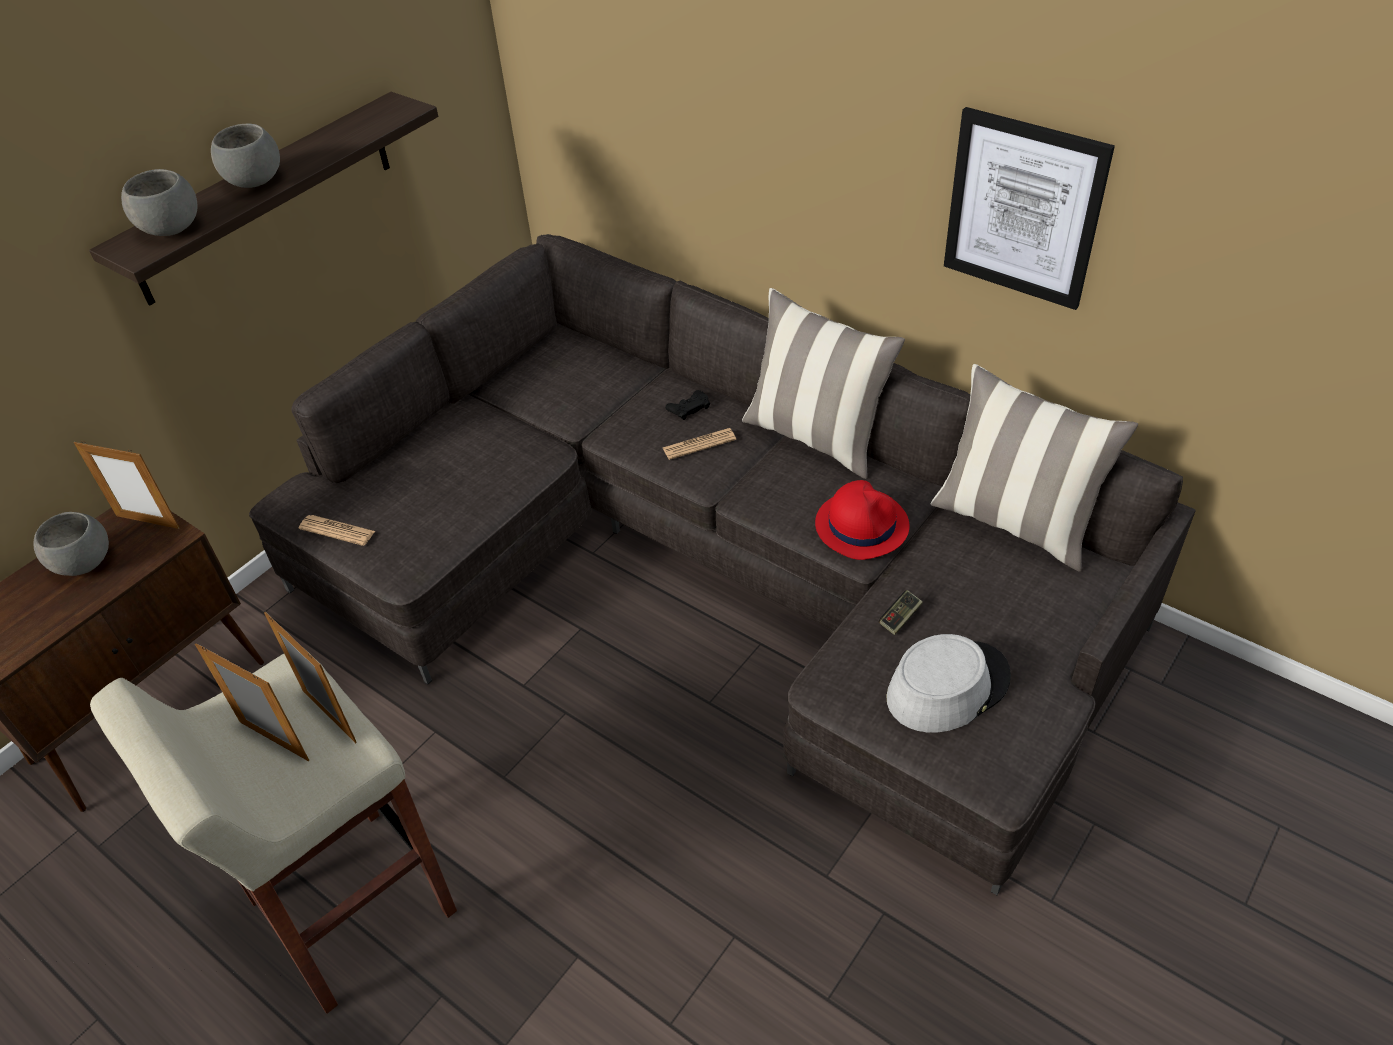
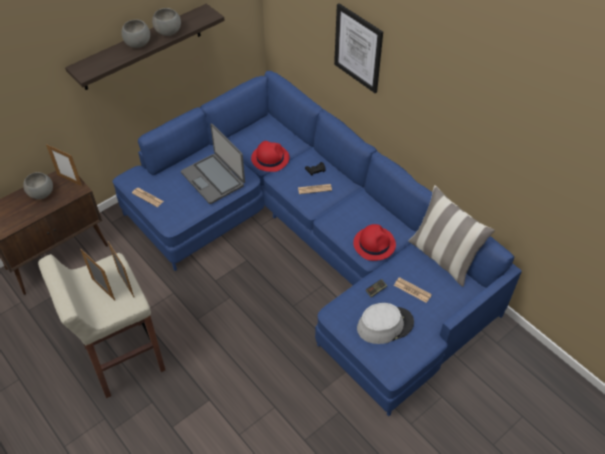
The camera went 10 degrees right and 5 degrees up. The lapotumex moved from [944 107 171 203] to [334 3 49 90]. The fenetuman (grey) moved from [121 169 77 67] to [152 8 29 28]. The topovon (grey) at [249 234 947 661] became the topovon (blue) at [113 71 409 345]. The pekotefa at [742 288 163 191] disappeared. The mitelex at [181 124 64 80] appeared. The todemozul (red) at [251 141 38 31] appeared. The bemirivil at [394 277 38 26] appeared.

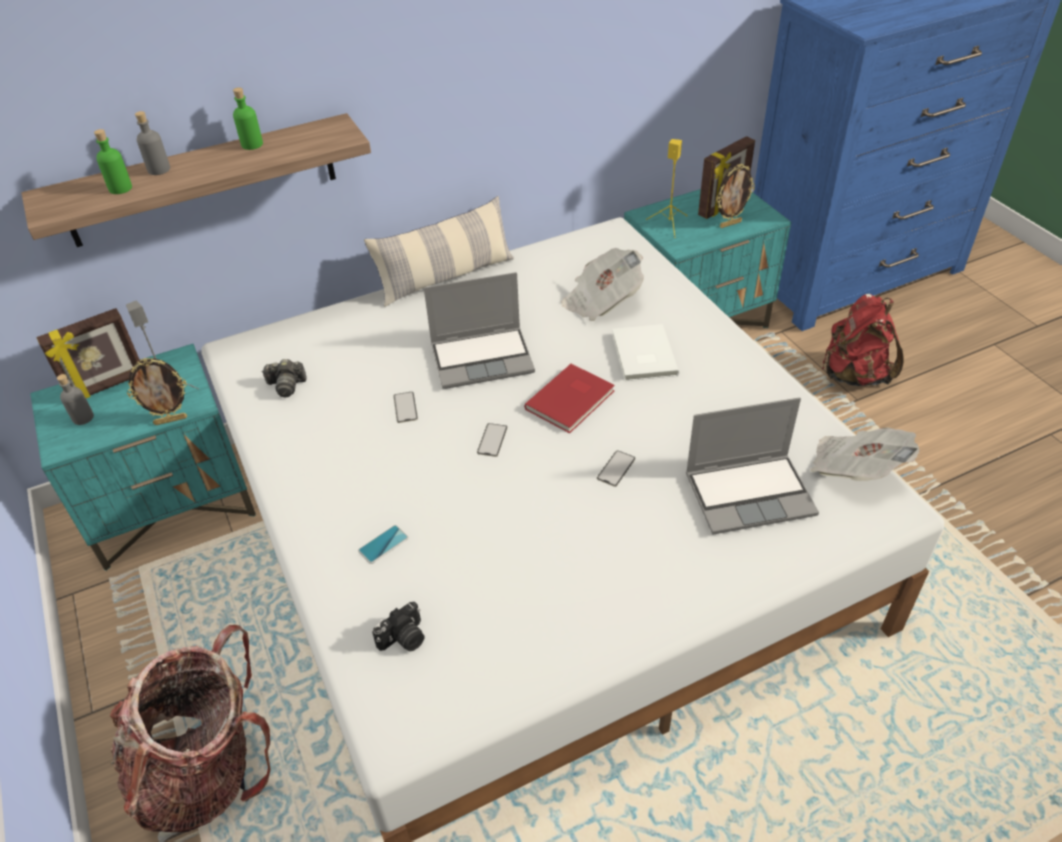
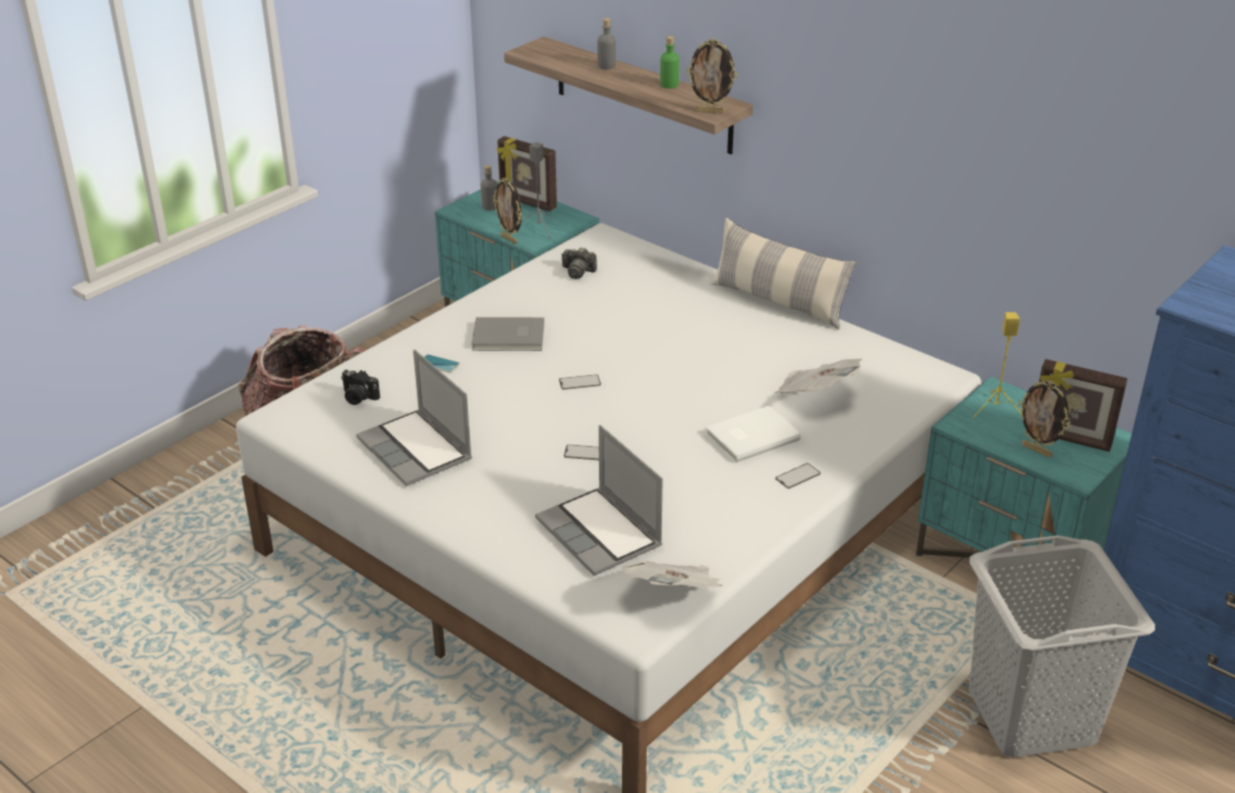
The camera went 65 degrees right and 10 degrees down. The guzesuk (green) at [94 129 38 65] disappeared. The mitelex moved from [424 272 111 117] to [356 349 116 137]. The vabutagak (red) at [822 294 82 92] was replaced by the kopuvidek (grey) at [969 535 186 223]. The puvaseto at [262 359 45 38] turned 45 degrees counterclockwise. The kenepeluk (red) at [524 364 91 69] disappeared. The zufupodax moved from [394 392 24 31] to [775 463 46 26]. The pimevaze at [686 39 51 75] appeared. The kenepeluk (grey) at [472 317 72 34] appeared.

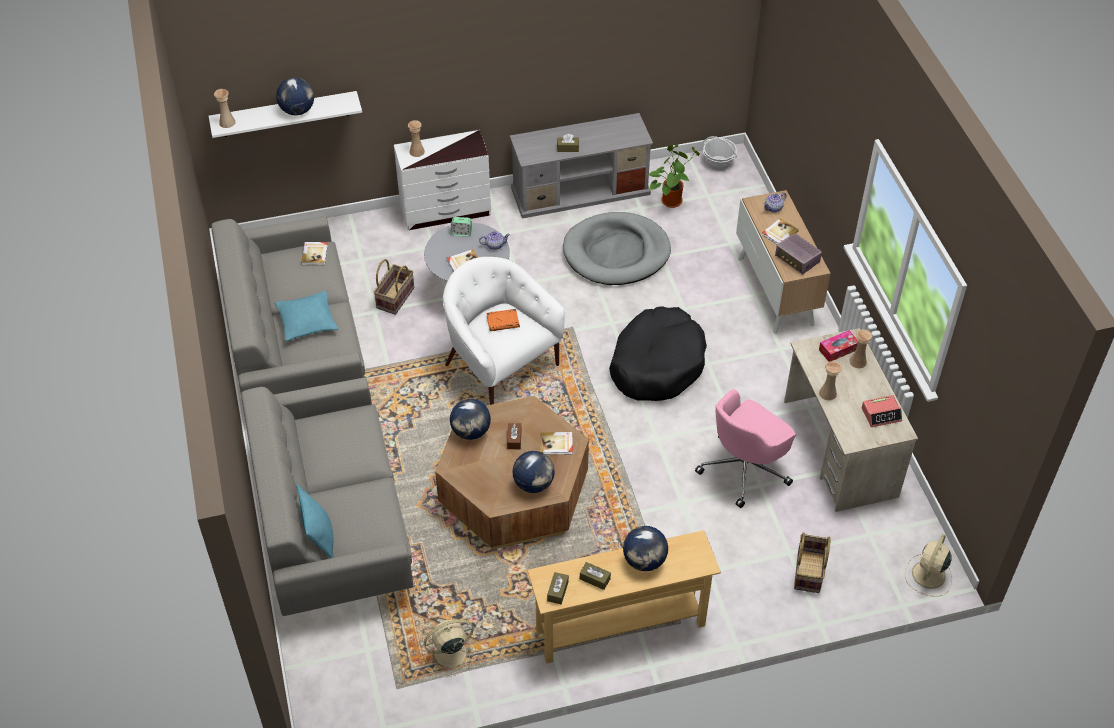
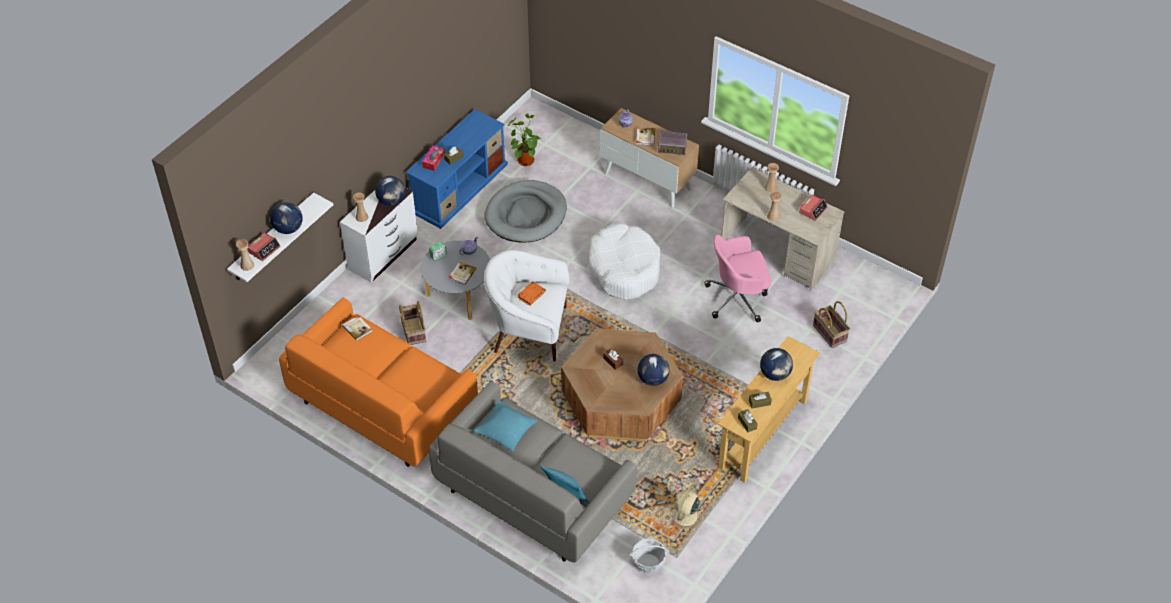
The camera went 40 degrees left and 0 degrees up. The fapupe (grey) at [510 113 143 106] became the fapupe (blue) at [406 109 102 120]. The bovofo moved from [703 136 34 35] to [629 538 40 35]. The topovon (grey) at [211 216 154 179] became the topovon (orange) at [279 297 199 170]. The pekotefa (turquoise) moved from [275 290 63 51] to [474 401 64 51]. The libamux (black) at [609 306 98 95] became the libamux (white) at [588 223 73 77]. The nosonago moved from [819 330 39 32] to [422 146 23 25]. The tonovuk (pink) at [695 389 101 119] turned 75 degrees clockwise. The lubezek moved from [450 399 41 41] to [375 176 30 30]. The kenepeluk at [540 432 33 23] disappeared. The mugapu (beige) at [904 534 48 63] disappeared. The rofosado at [247 232 34 29] appeared.

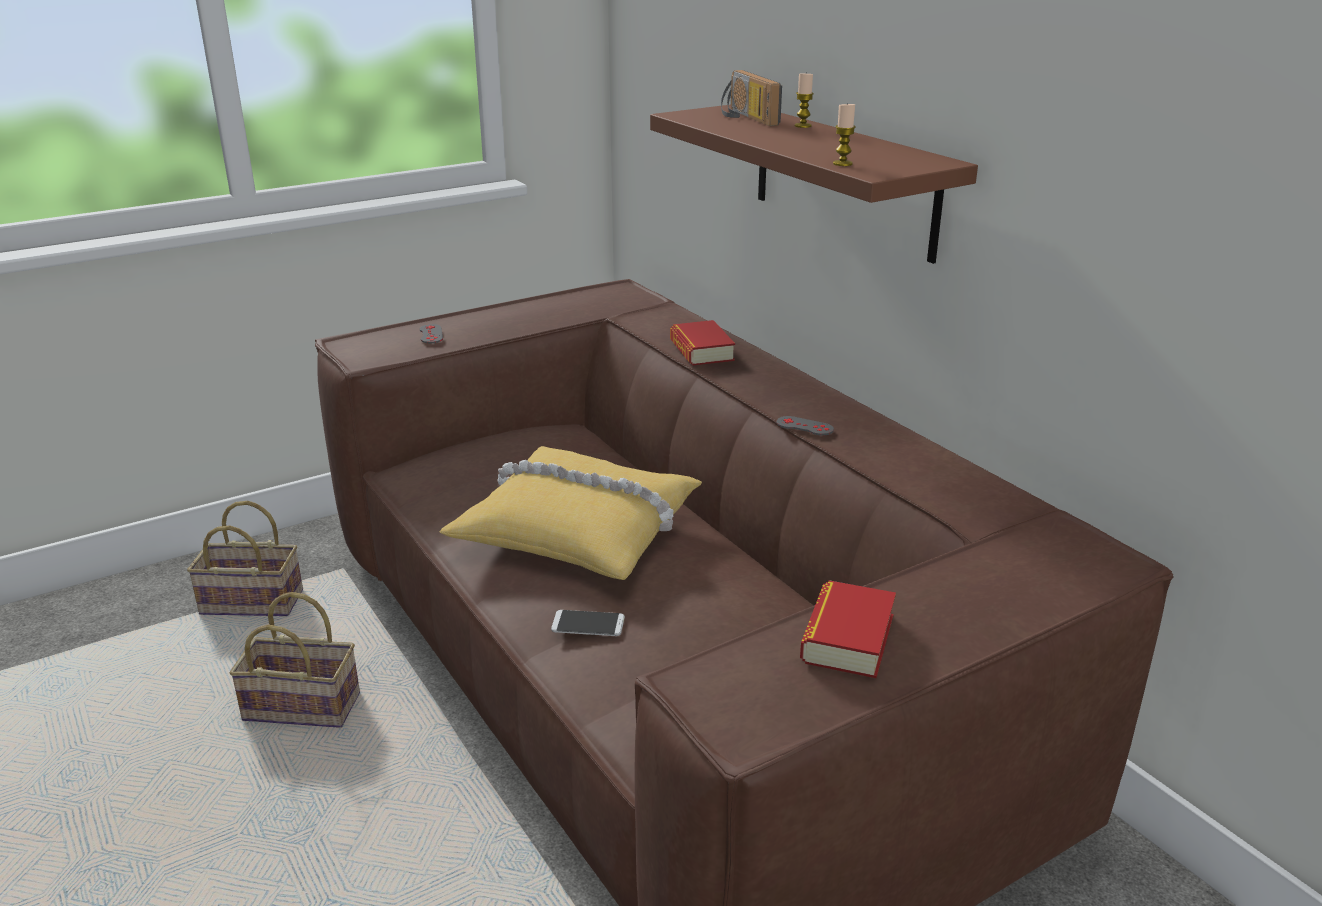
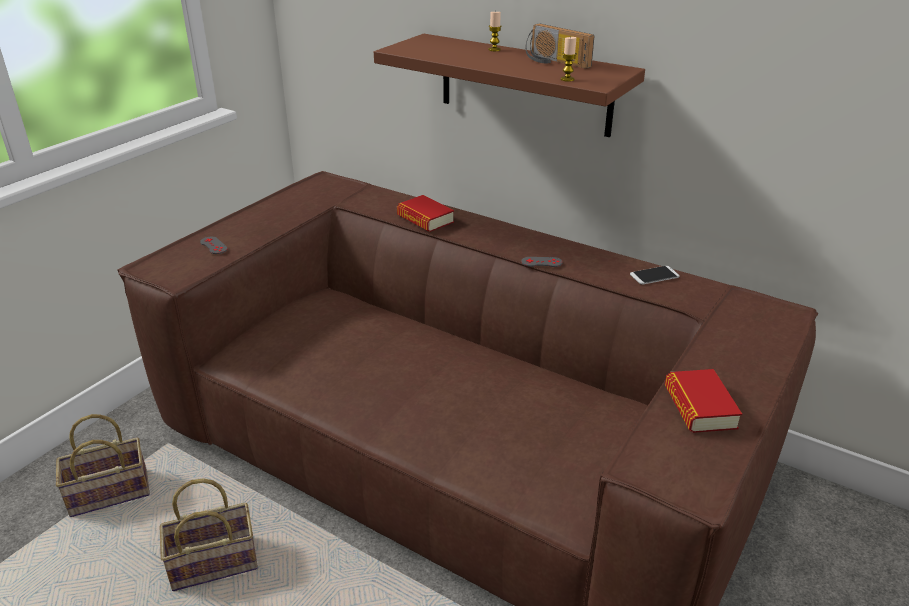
The camera went 25 degrees left and 5 degrees up. The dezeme moved from [721 70 61 56] to [525 23 69 46]. The pekotefa (yellow) at [440 446 262 134] disappeared. The zufupodax moved from [551 610 74 26] to [630 266 50 19].

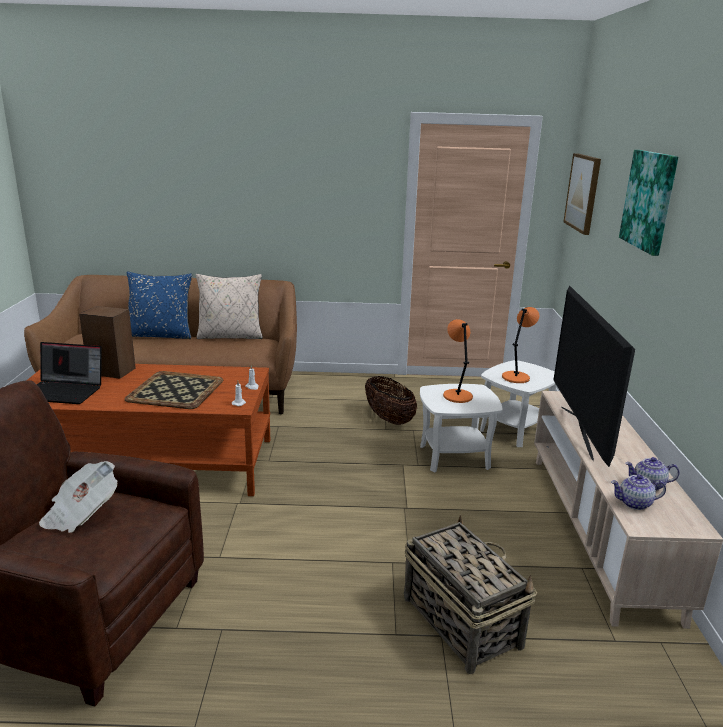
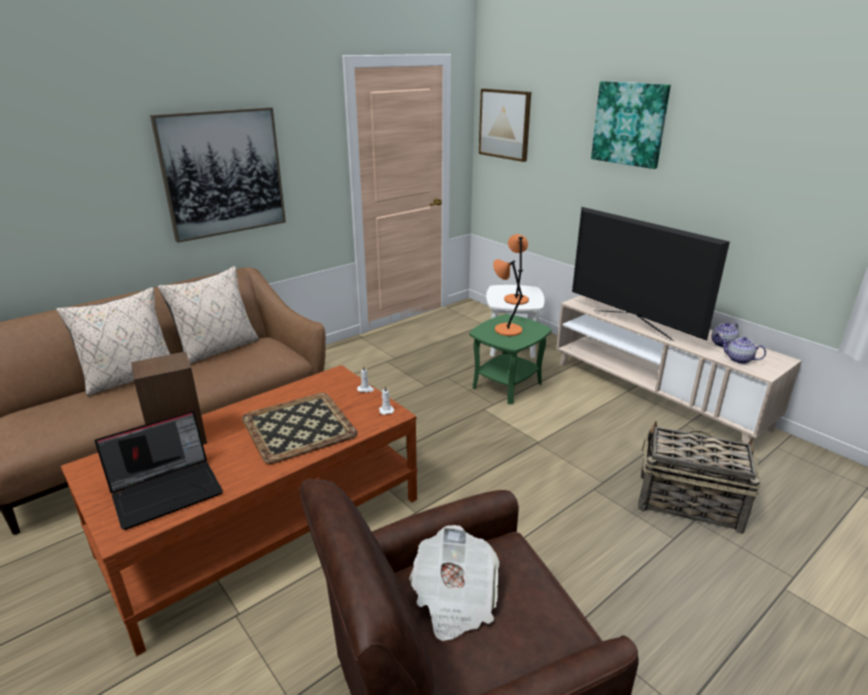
The camera went 40 degrees left and 5 degrees up. The pekotefa (blue) at [127 272 65 67] became the pekotefa (beige) at [56 287 114 109]. The bovofo at [365 376 52 49] disappeared. The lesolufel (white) at [420 384 82 88] became the lesolufel (green) at [469 314 83 90]. The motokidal at [611 474 55 36] turned 75 degrees clockwise. The lapotumex at [150 107 136 136] appeared.

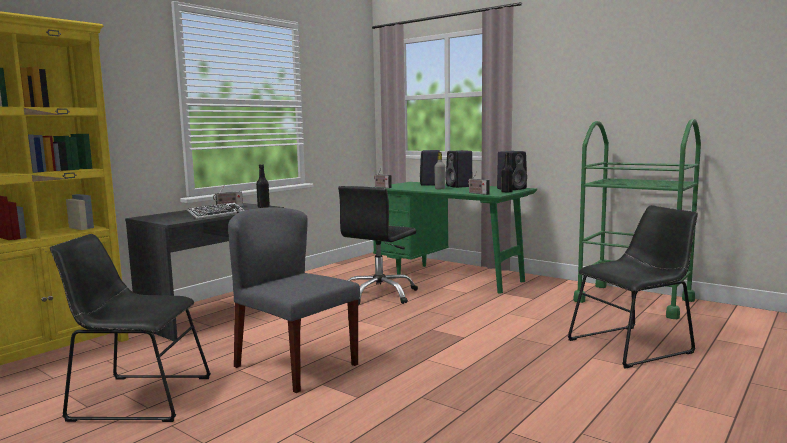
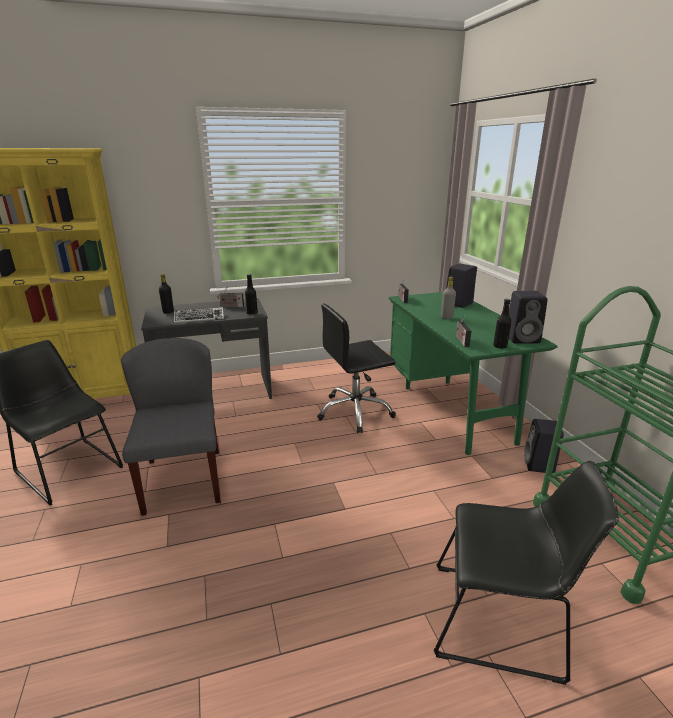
The camera went 35 degrees right and 15 degrees up. The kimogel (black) moved from [445 150 28 38] to [524 419 40 54]. The guzesuk (black) at [159 273 15 41] appeared.

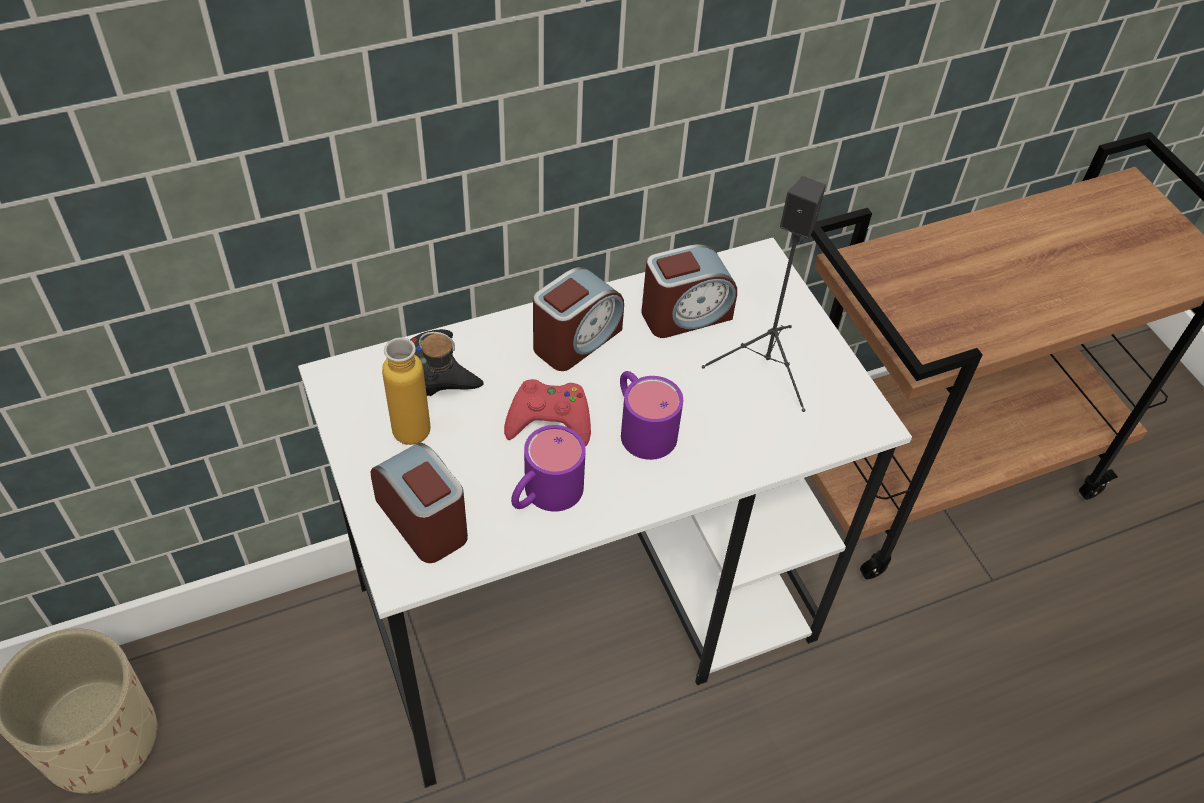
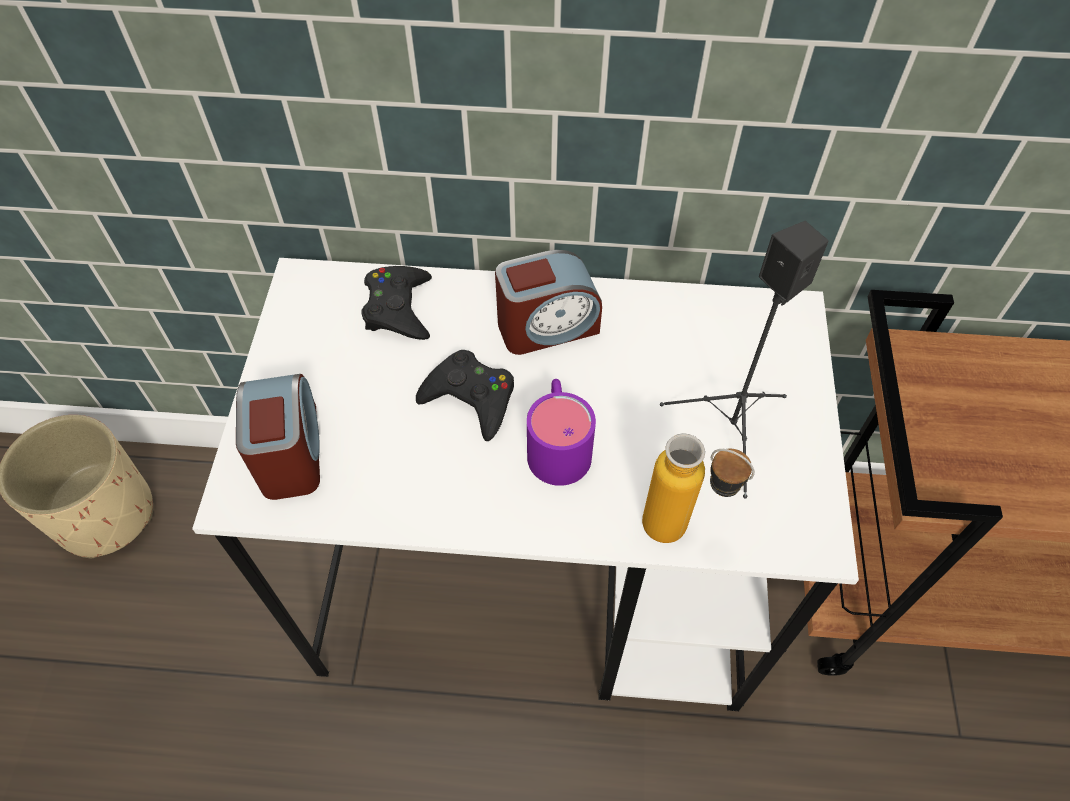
The camera went 30 degrees right and 5 degrees up. The rofosado at [642 244 95 94] disappeared. The guzesuk moved from [382 332 73 113] to [642 433 113 110]. The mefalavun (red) at [504 379 87 67] became the mefalavun (black) at [416 350 98 91]. The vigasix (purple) at [511 425 75 87] disappeared.

